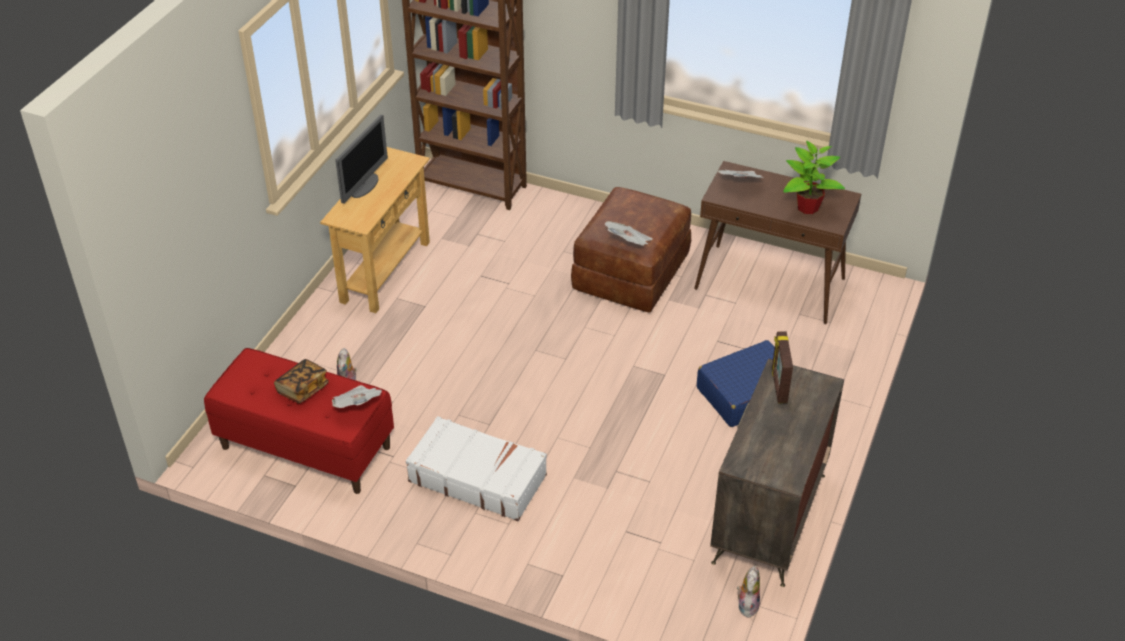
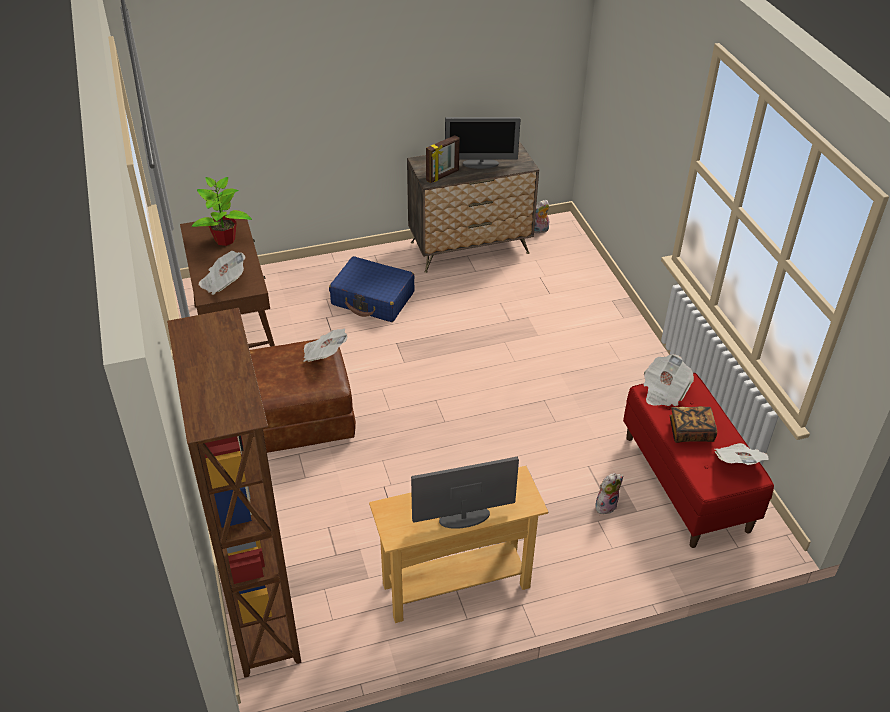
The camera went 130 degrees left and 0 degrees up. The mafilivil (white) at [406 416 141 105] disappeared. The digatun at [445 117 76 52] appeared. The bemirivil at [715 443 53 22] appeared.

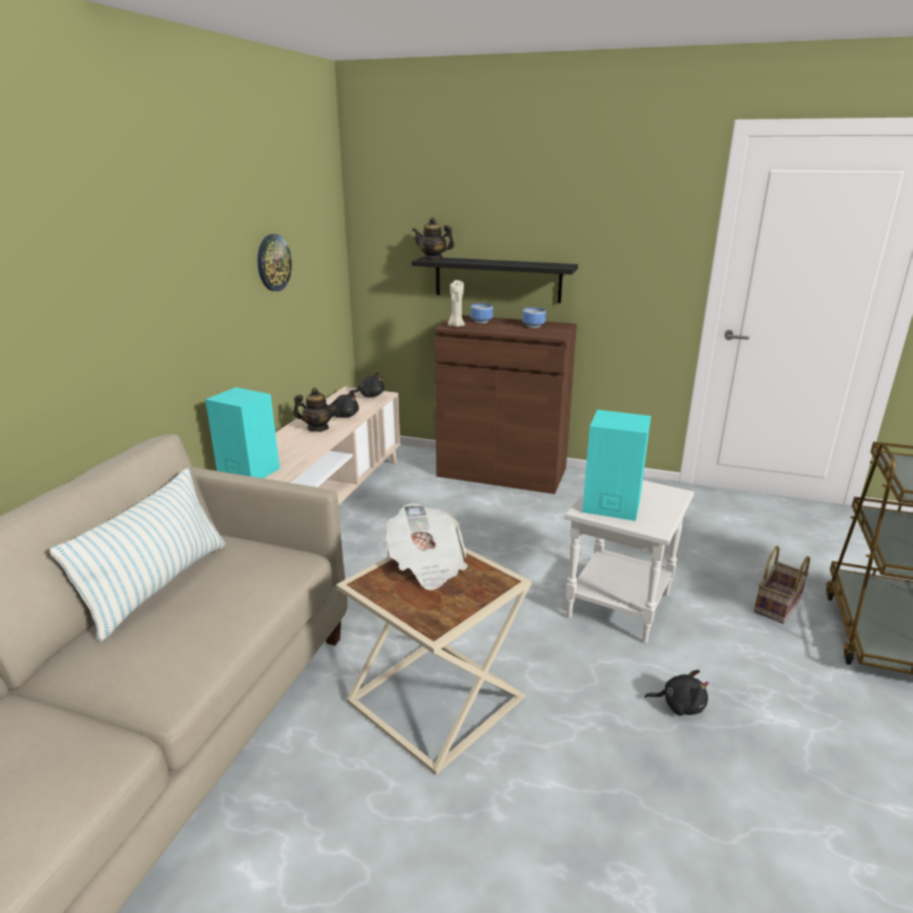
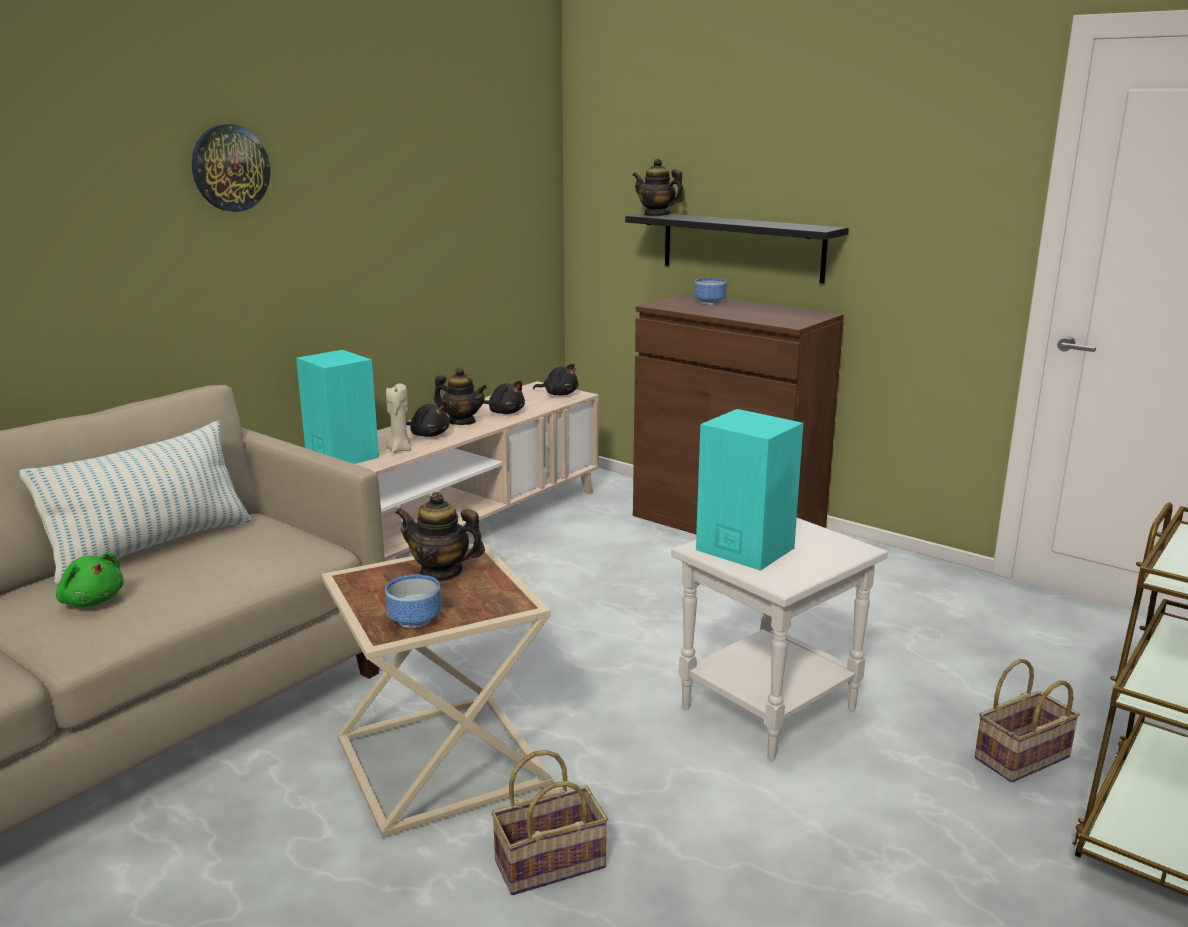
The camera went 20 degrees right and 5 degrees down. The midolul moved from [258 234 34 57] to [192 124 78 88]. The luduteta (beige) moved from [448 280 17 47] to [386 383 25 70]. The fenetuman moved from [522 307 24 21] to [385 574 57 54]. The bemirivil at [386 503 82 88] was replaced by the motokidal at [395 492 90 90]. The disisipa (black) moved from [645 670 64 46] to [406 401 44 36]. The disisipa (green) at [56 552 68 55] appeared. The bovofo at [491 750 117 145] appeared.

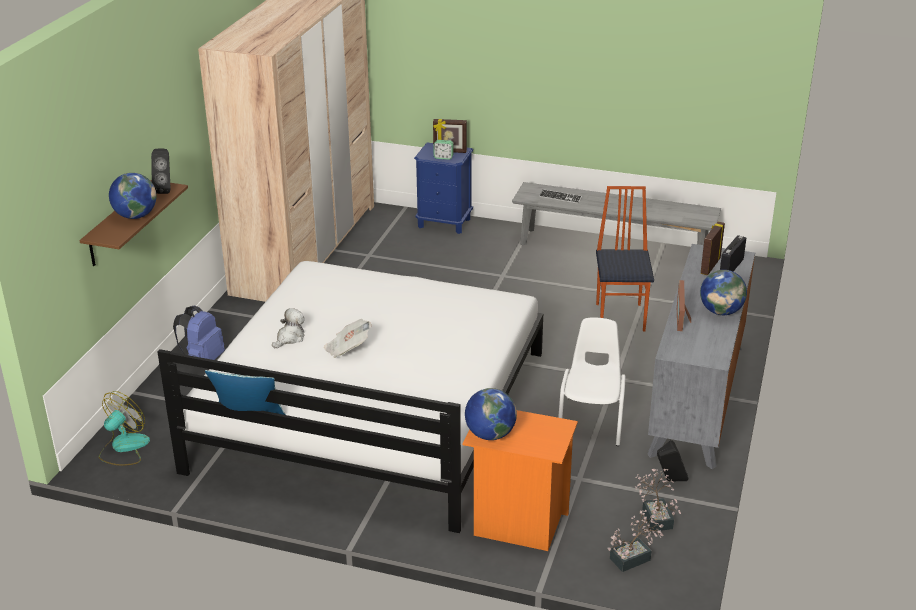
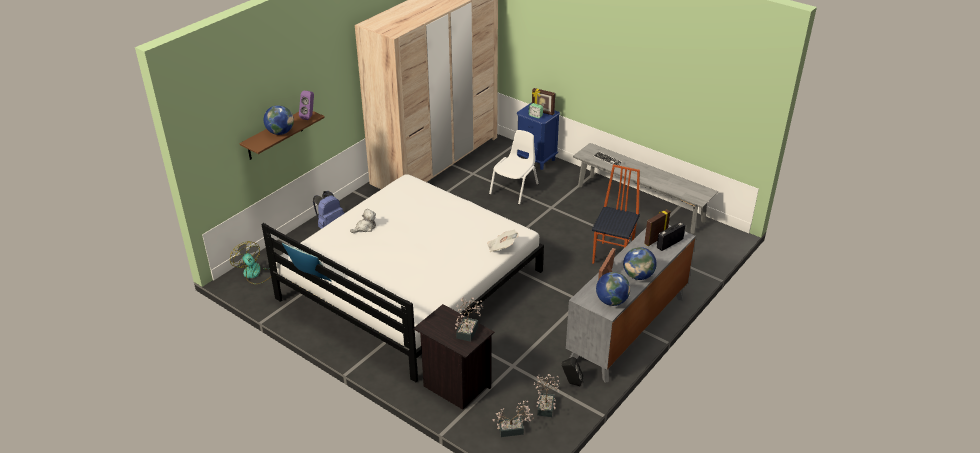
The camera went 20 degrees right and 5 degrees up. The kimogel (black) at [151 148 19 46] became the kimogel (purple) at [299 91 15 29]. The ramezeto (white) moved from [558 317 67 129] to [489 130 50 75]. The bemirivil moved from [324 319 48 39] to [487 230 31 22]. The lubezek moved from [465 388 52 52] to [596 272 34 34]. The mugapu at [99 391 51 75] turned 90 degrees counterclockwise. The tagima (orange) at [463 410 115 141] became the tagima (black) at [413 304 81 106]. The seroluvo at [455 297 29 45] appeared.

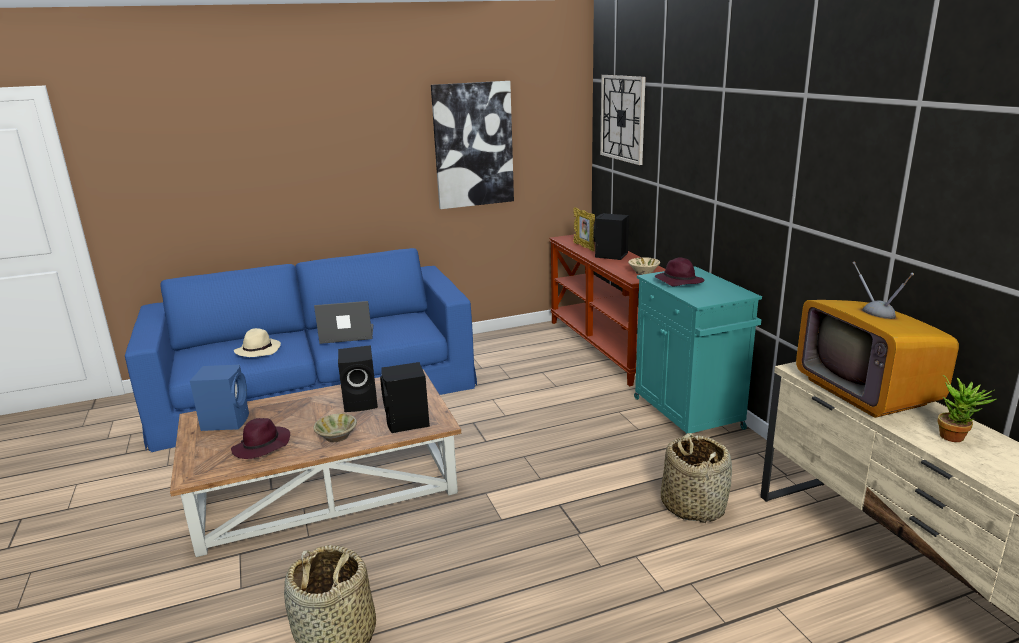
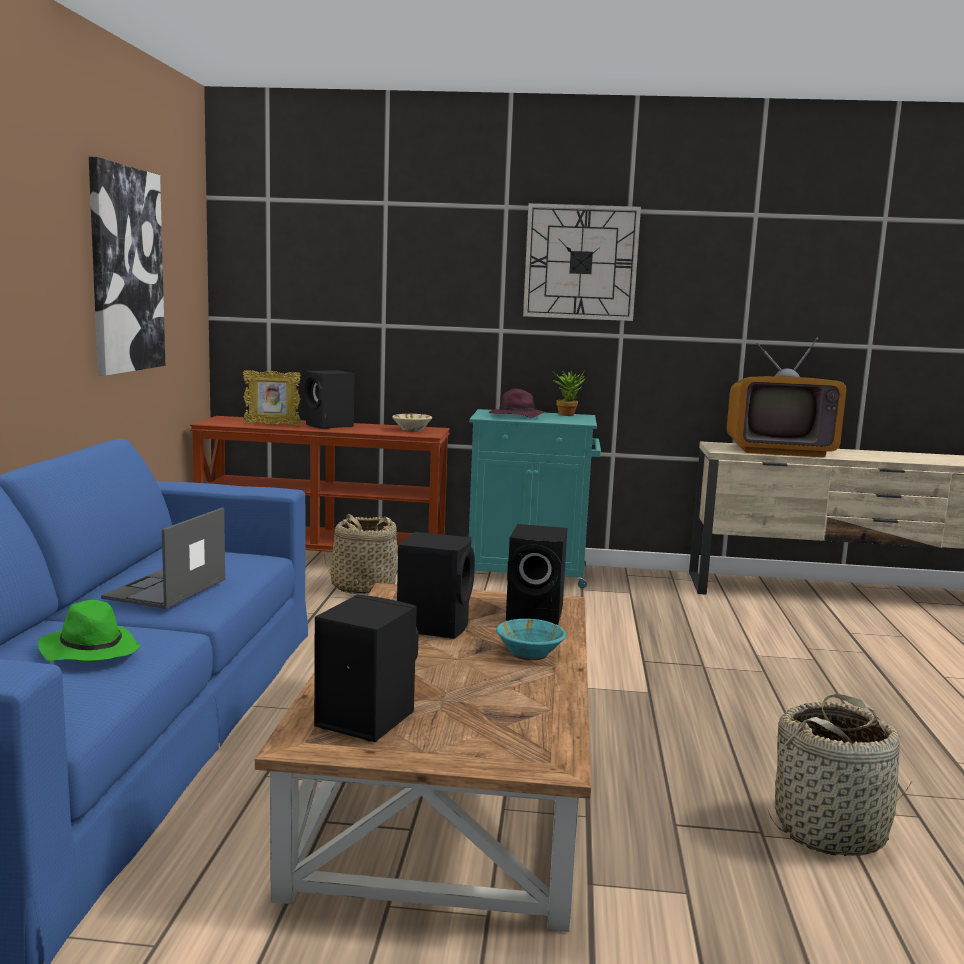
The camera went 65 degrees left and 10 degrees down. The midolul moved from [600 75 46 90] to [523 203 118 118]. The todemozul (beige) at [234 328 47 29] became the todemozul (green) at [38 600 102 61]. The kimogel (blue) at [190 364 59 67] became the kimogel (black) at [314 594 105 148]. The seroluvo moved from [938 375 59 67] to [553 371 32 45]. The fenetuman (beige) at [313 414 44 28] became the fenetuman (turquoise) at [496 619 70 41]. The todemozul (purple) at [231 418 59 41] disappeared. The bovofo moved from [661 433 71 90] to [324 514 74 80].

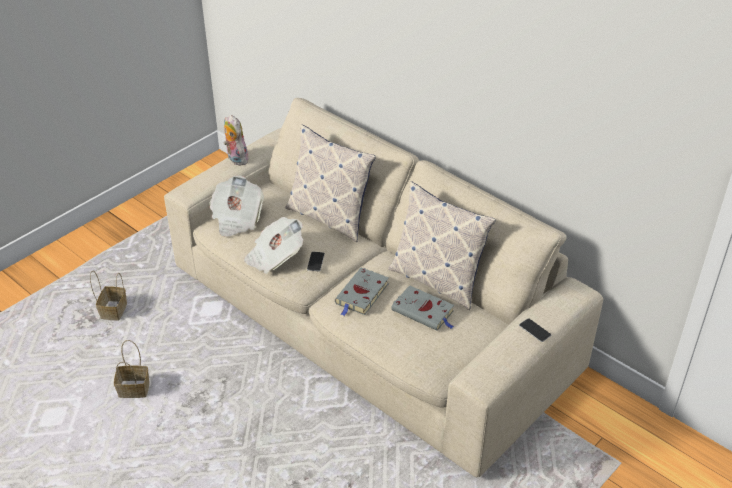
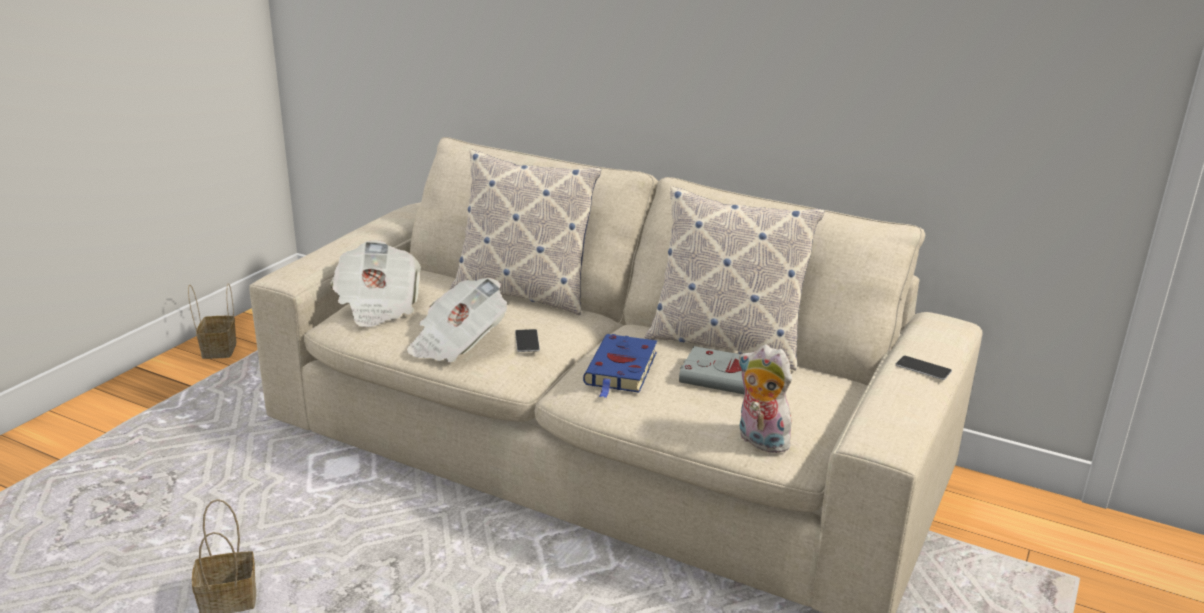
The camera went 15 degrees left and 15 degrees down. The disisipa moved from [224 115 24 51] to [739 344 56 109]. The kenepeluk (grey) at [335 268 54 48] became the kenepeluk (blue) at [583 334 74 64]. The bovofo moved from [90 270 37 50] to [188 284 49 75].

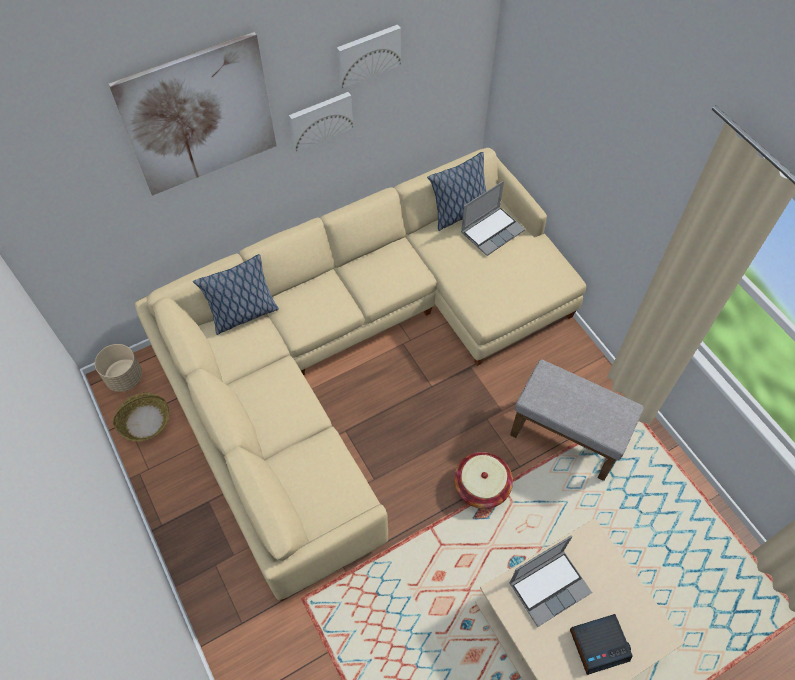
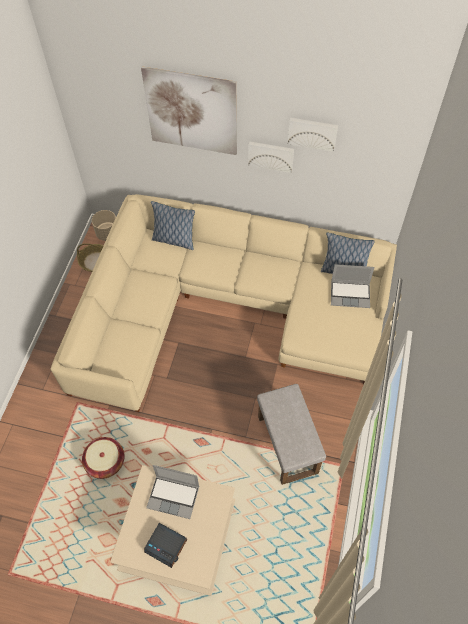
The camera went 45 degrees right and 0 degrees up. The bovofo moved from [454 452 59 57] to [82 437 43 42].

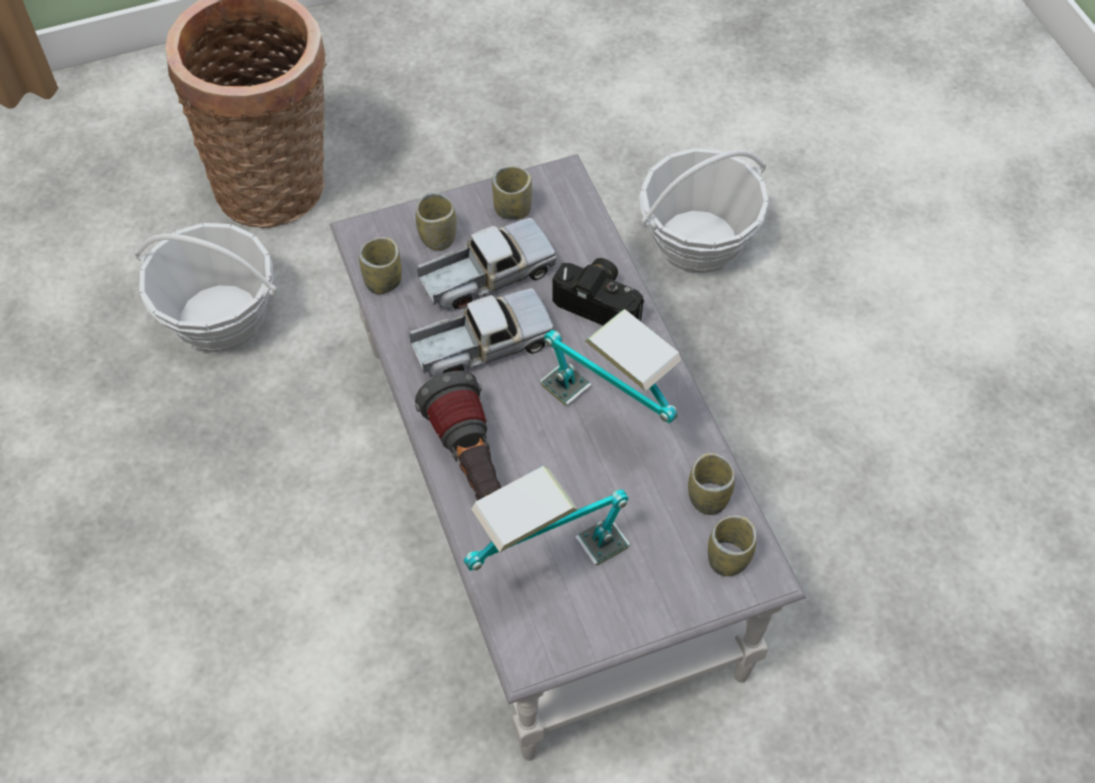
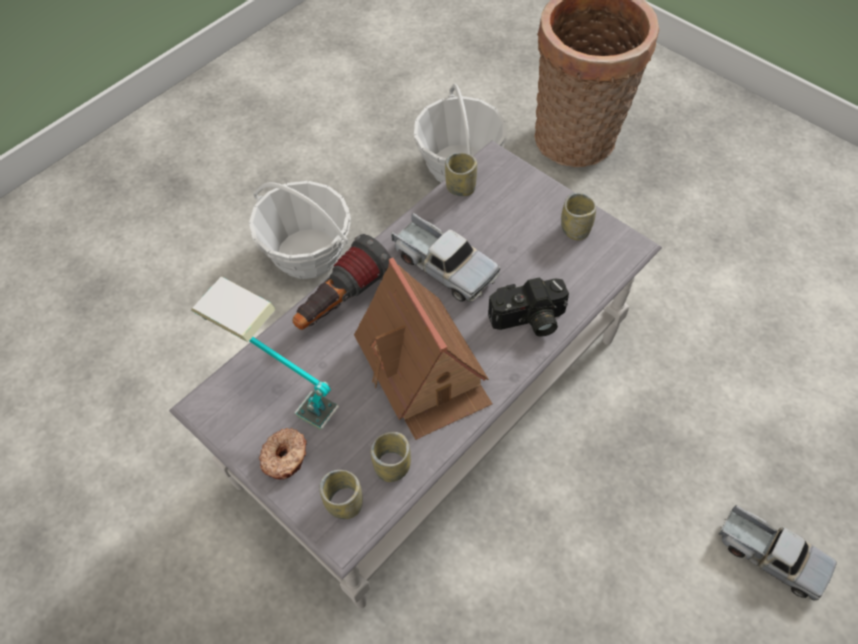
The camera went 65 degrees right and 0 degrees up. The bovofo moved from [639 148 130 126] to [249 181 102 98]. The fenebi at [416 192 41 59] disappeared. The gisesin moved from [417 218 140 92] to [719 505 118 96]. The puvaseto at [552 258 92 67] turned 75 degrees clockwise. The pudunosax at [540 309 142 114] was replaced by the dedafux at [354 258 139 182]. The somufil at [259 428 48 52] appeared.

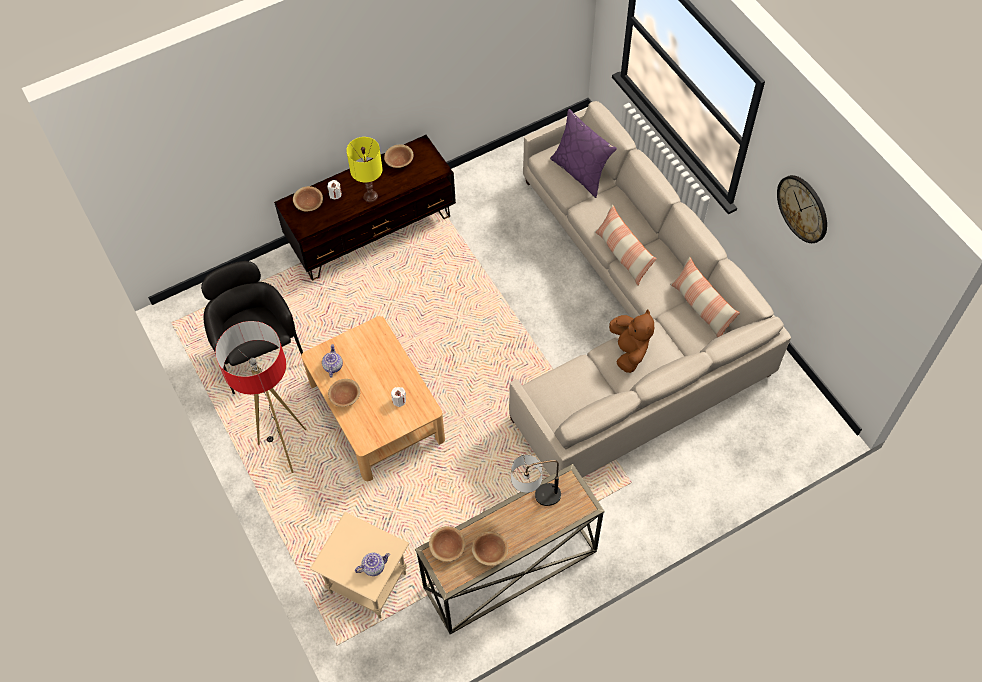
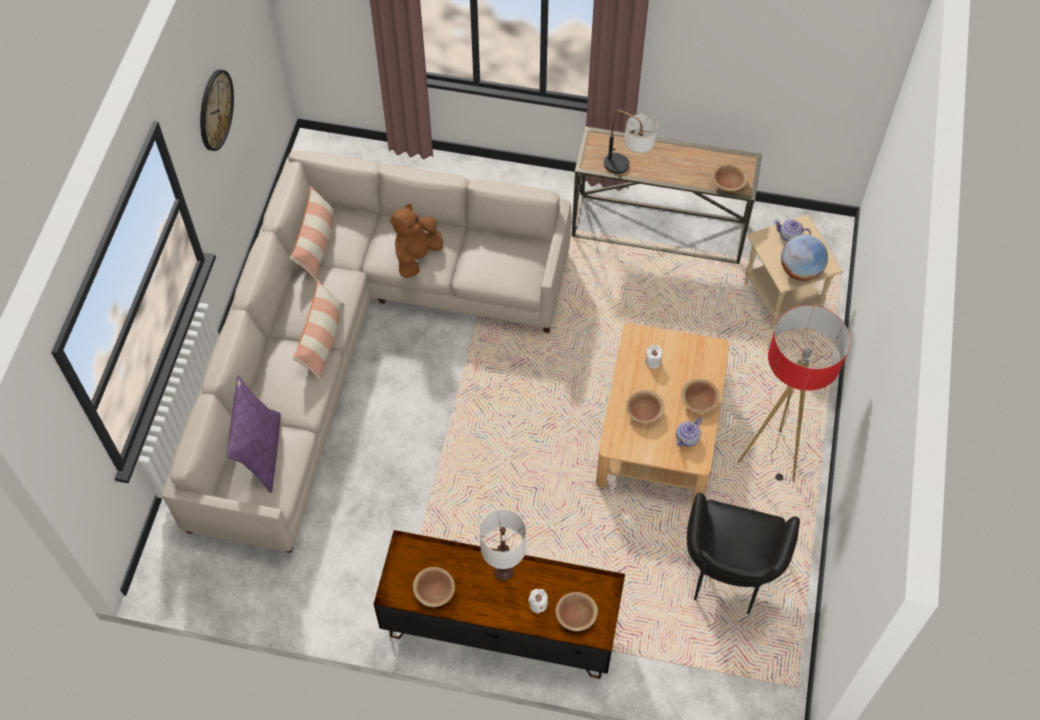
The camera went 140 degrees left and 0 degrees up. The pudunosax (yellow) at [346 137 37 65] became the pudunosax (white) at [480 509 46 72]. The fenetuman (brown) moved from [472 531 36 35] to [626 390 38 33]. The lubezek at [781 235 47 46] appeared.

